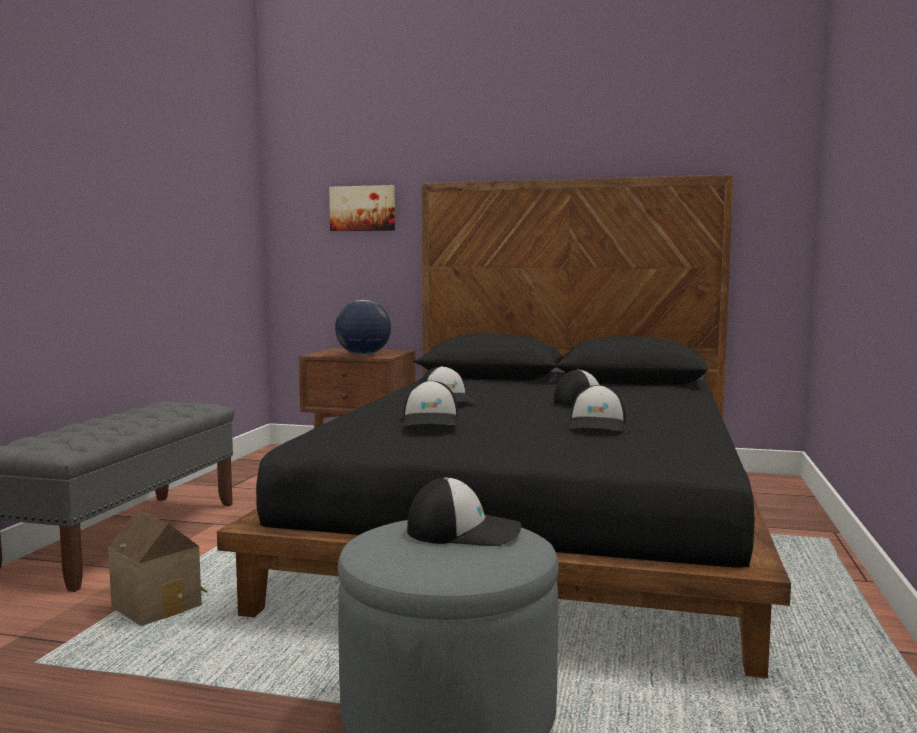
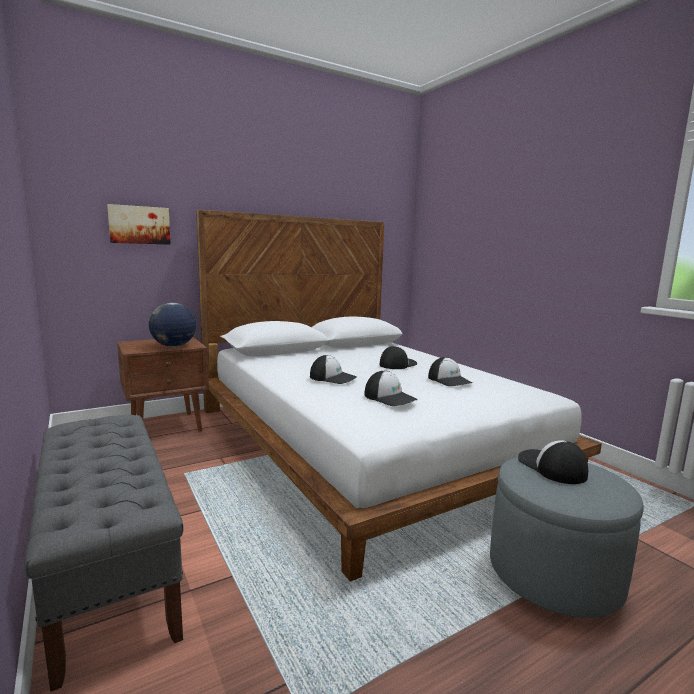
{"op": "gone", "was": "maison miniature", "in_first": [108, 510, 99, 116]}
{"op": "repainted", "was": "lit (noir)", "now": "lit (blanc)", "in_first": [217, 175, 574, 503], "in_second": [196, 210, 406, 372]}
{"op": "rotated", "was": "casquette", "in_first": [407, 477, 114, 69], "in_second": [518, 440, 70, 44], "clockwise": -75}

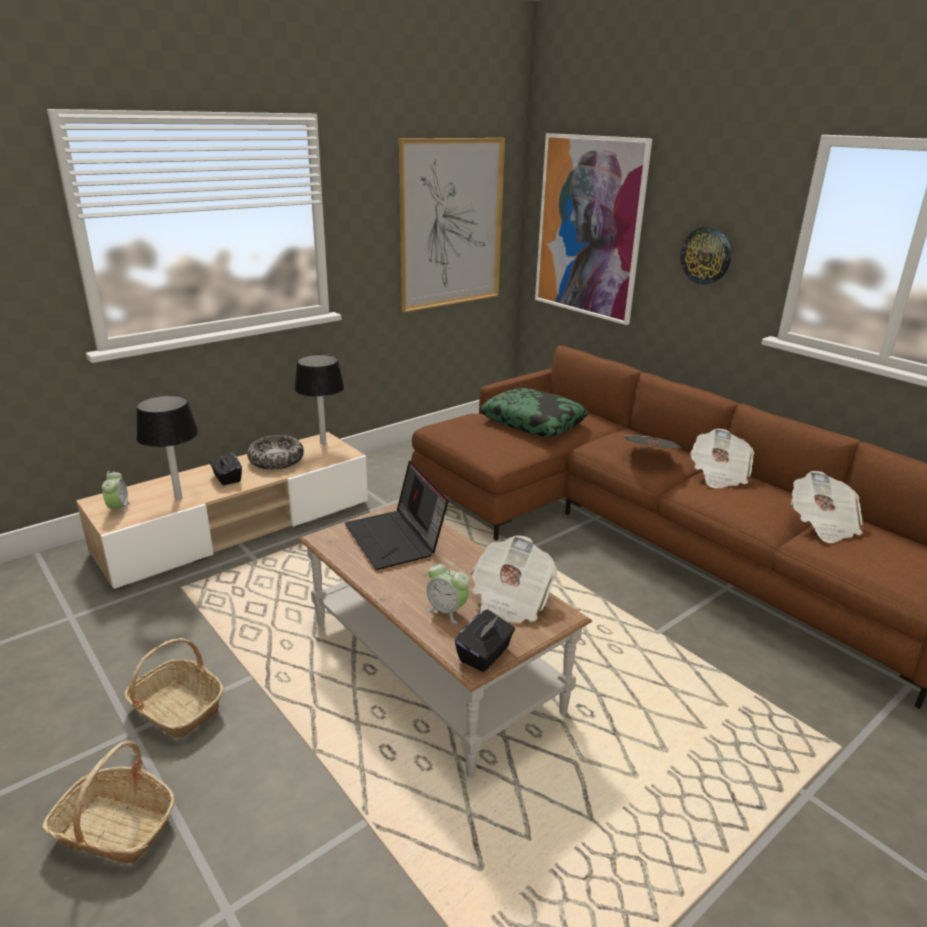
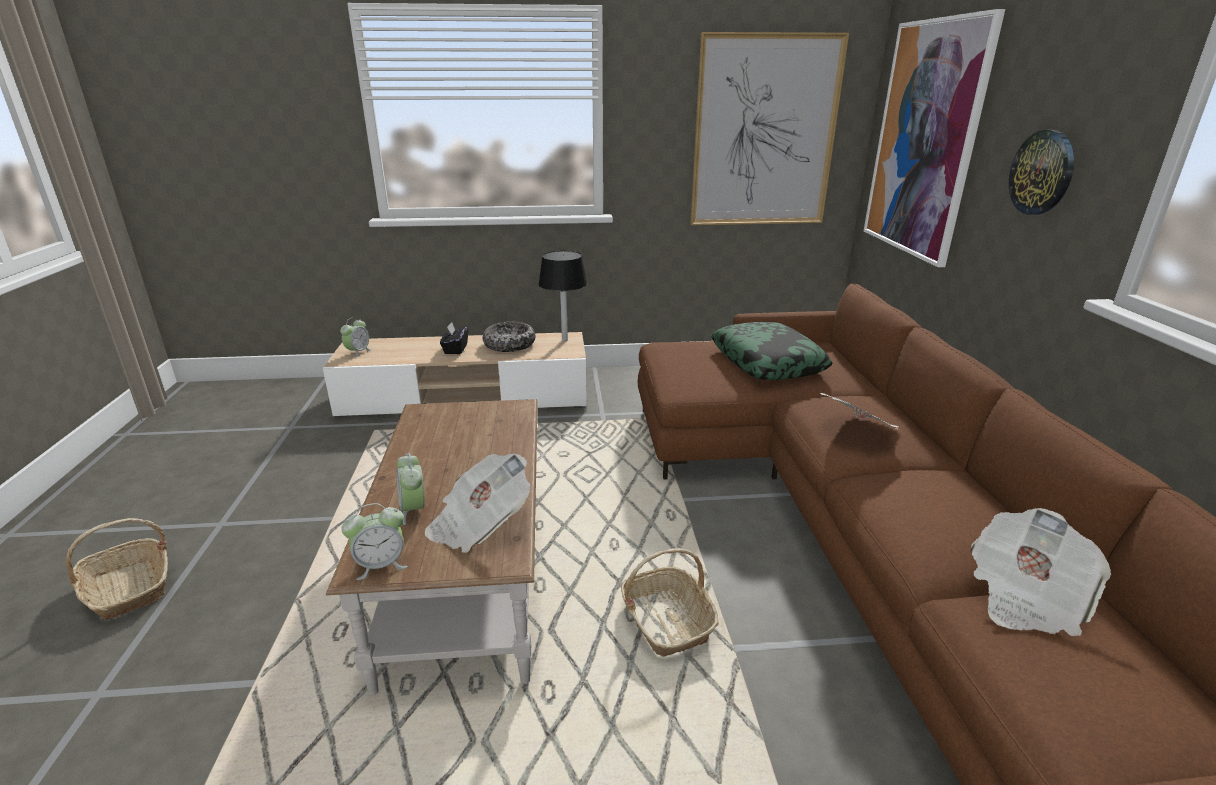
{"op": "shifted", "was": "panier", "in_first": [124, 638, 100, 100], "in_second": [621, 548, 98, 109]}
{"op": "gone", "was": "lampe de table (noir)", "in_first": [136, 395, 62, 105]}
{"op": "gone", "was": "ordinateur portable", "in_first": [345, 461, 104, 109]}
{"op": "swapped", "was": "boîte à mouchoirs (noir)", "now": "réveil", "in_first": [455, 609, 60, 63], "in_second": [341, 503, 67, 77]}
{"op": "gone", "was": "journal", "in_first": [690, 429, 64, 59]}

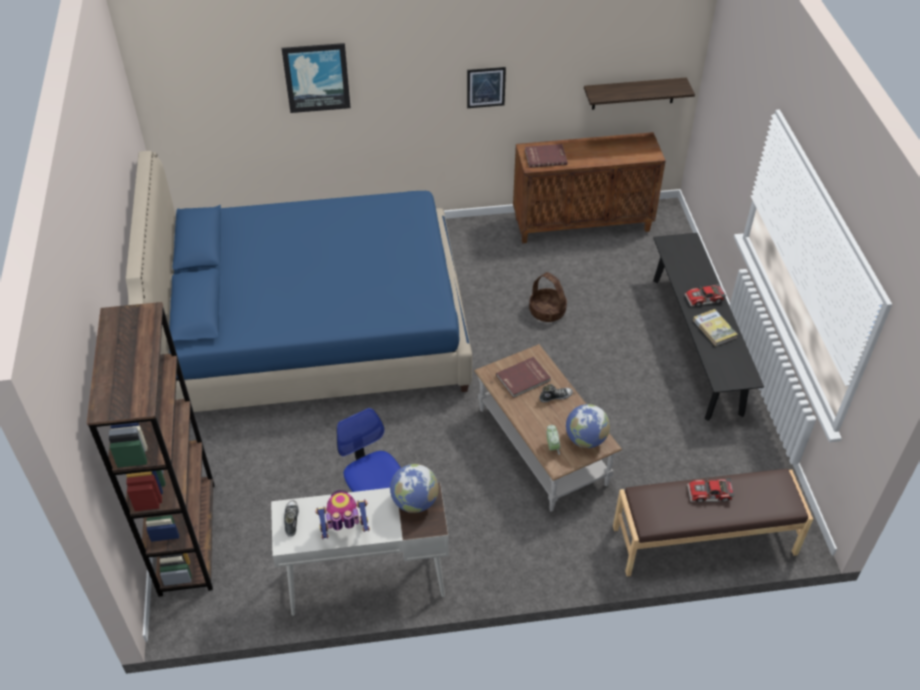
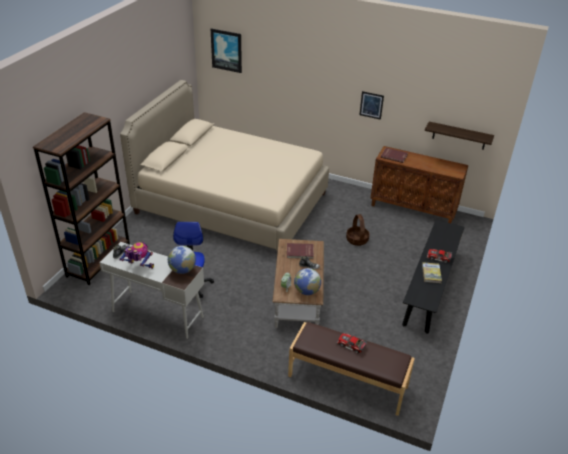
{"op": "repainted", "was": "lit (bleu)", "now": "lit (beige)", "in_first": [126, 151, 346, 261], "in_second": [120, 80, 209, 171]}
{"op": "shifted", "was": "tableau", "in_first": [282, 43, 69, 70], "in_second": [211, 28, 31, 45]}

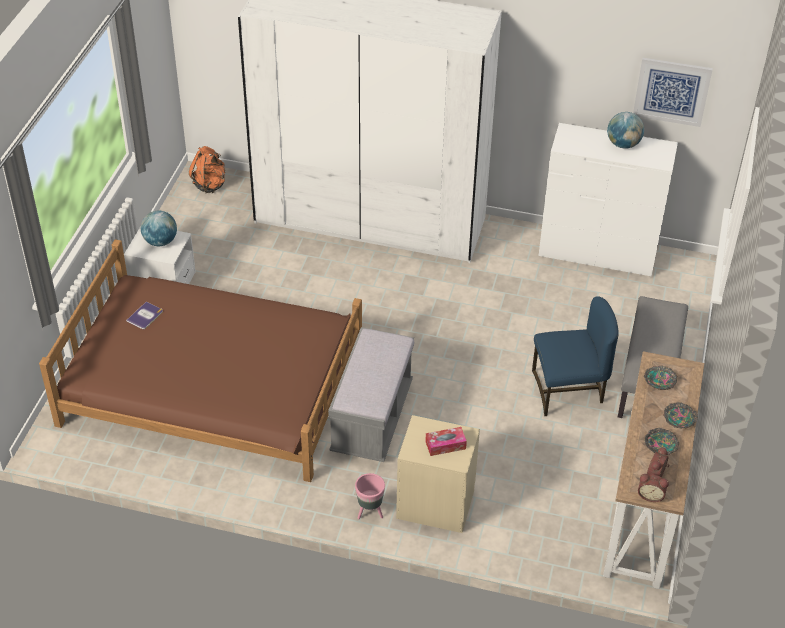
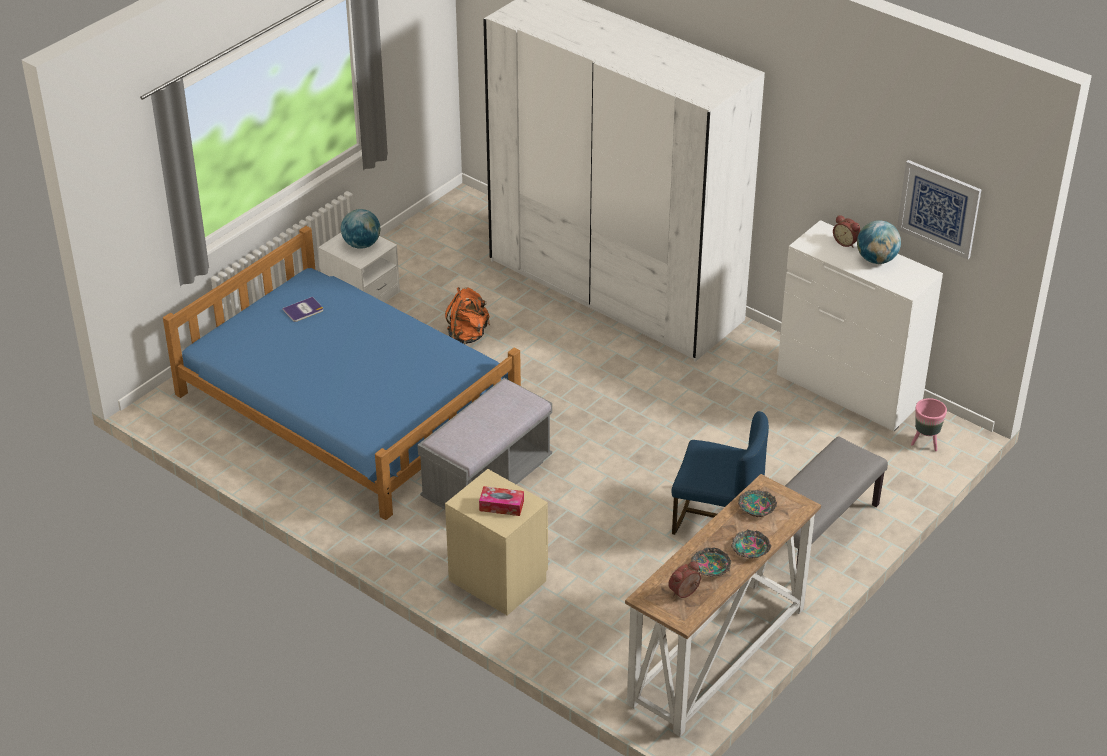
{"op": "repainted", "was": "lit (marron)", "now": "lit (bleu)", "in_first": [39, 239, 323, 243], "in_second": [163, 226, 358, 294]}
{"op": "shifted", "was": "sac à dos (orange)", "in_first": [189, 146, 36, 47], "in_second": [445, 287, 45, 57]}
{"op": "shifted", "was": "cache-pot (rose)", "in_first": [355, 473, 30, 46], "in_second": [911, 398, 36, 53]}
{"op": "shifted", "was": "réveil", "in_first": [638, 474, 31, 28], "in_second": [833, 215, 28, 33]}

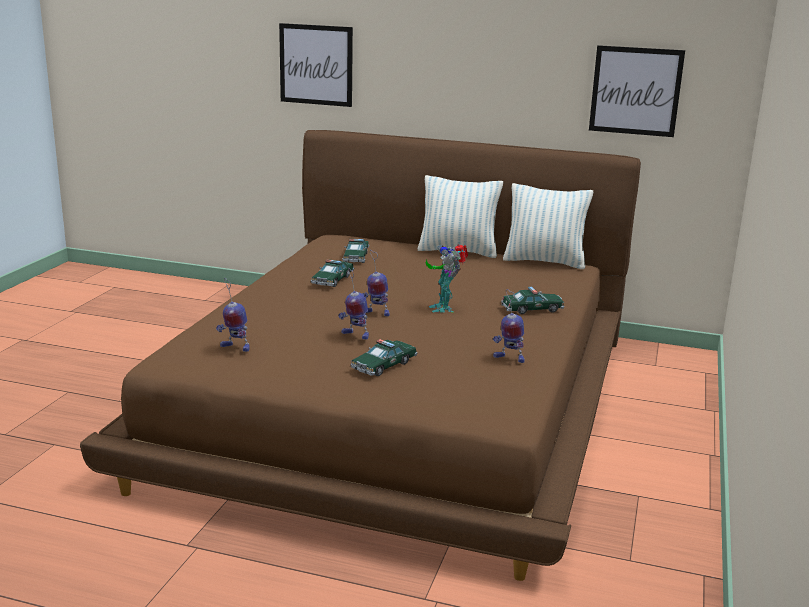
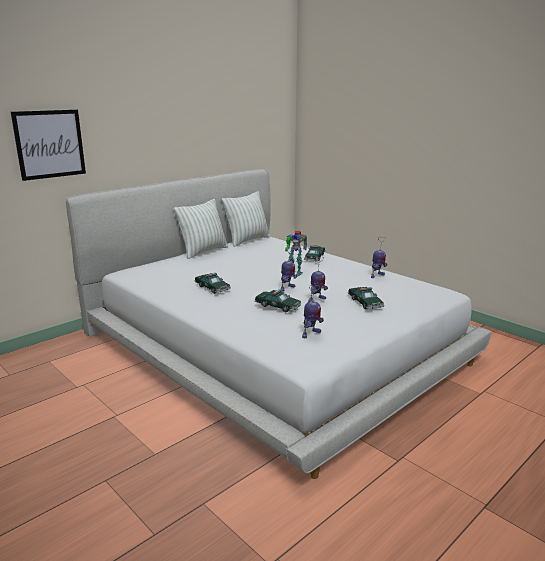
{"op": "repainted", "was": "lit (marron)", "now": "lit (blanc)", "in_first": [80, 130, 561, 451], "in_second": [66, 169, 426, 310]}
{"op": "shifted", "was": "petite voiture", "in_first": [342, 239, 28, 24], "in_second": [255, 289, 46, 23]}
{"op": "gone", "was": "tableau", "in_first": [589, 45, 96, 92]}

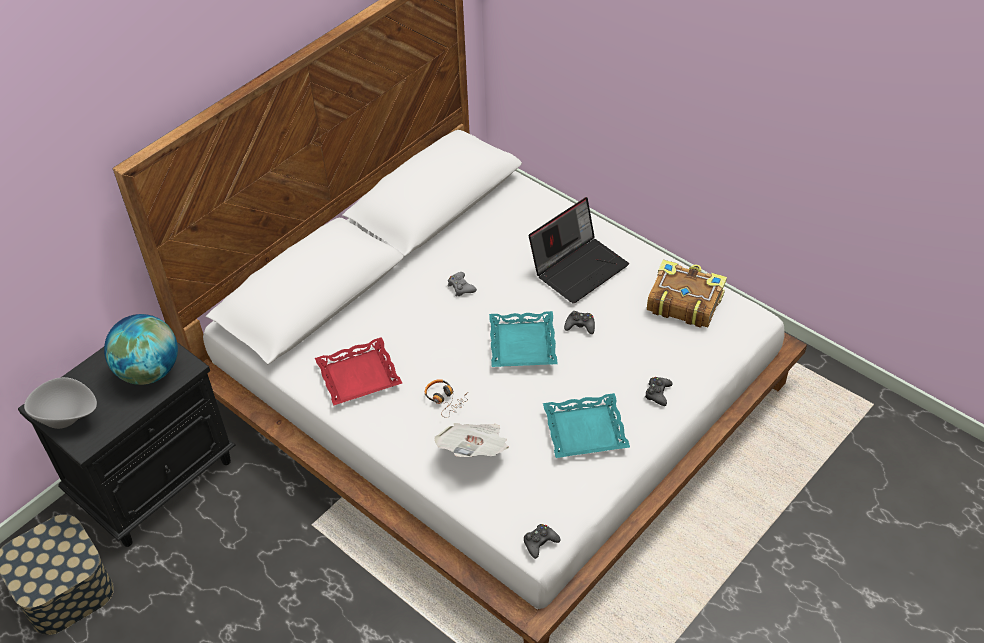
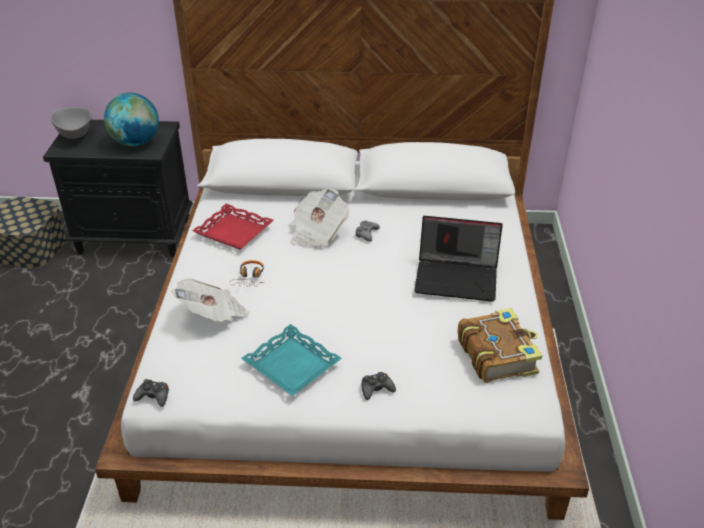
{"op": "gone", "was": "plateau (turquoise)", "in_first": [489, 311, 69, 56]}
{"op": "gone", "was": "manette (noir)", "in_first": [564, 311, 31, 23]}
{"op": "new", "now": "journal", "in_second": [291, 188, 58, 59]}

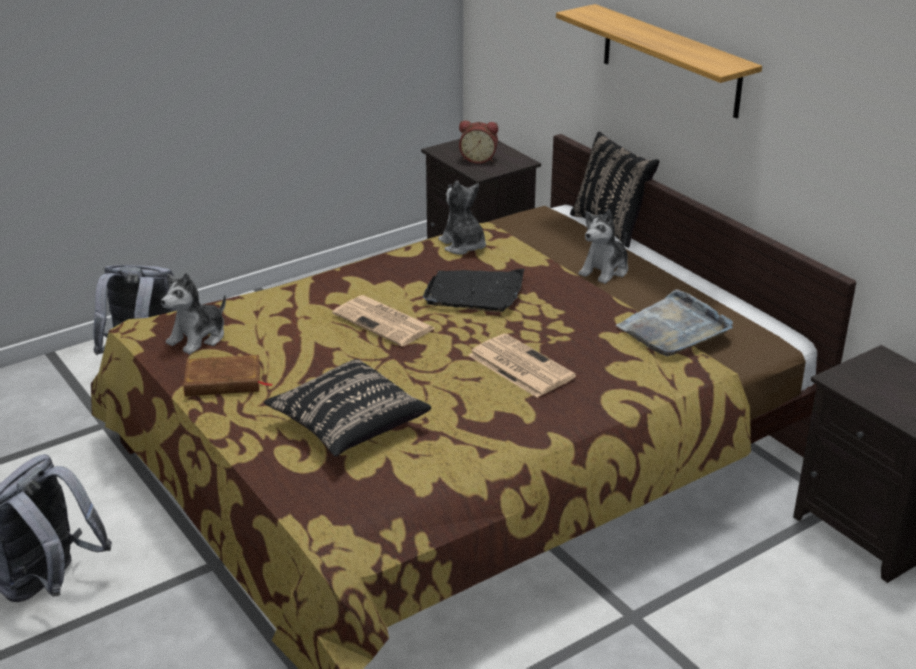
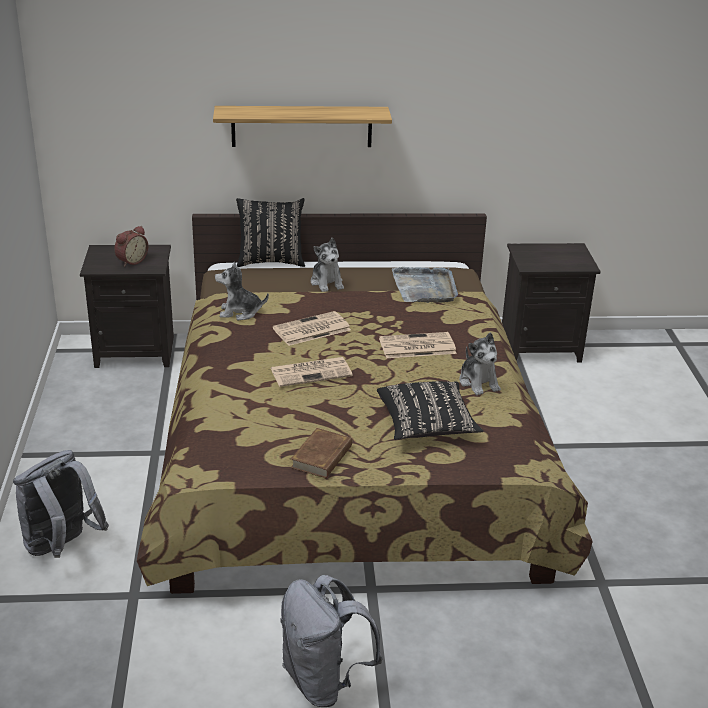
{"op": "shifted", "was": "peluche", "in_first": [161, 273, 65, 81], "in_second": [459, 332, 42, 63]}
{"op": "swapped", "was": "plateau (noir)", "now": "journal", "in_first": [423, 269, 101, 43], "in_second": [273, 311, 78, 35]}

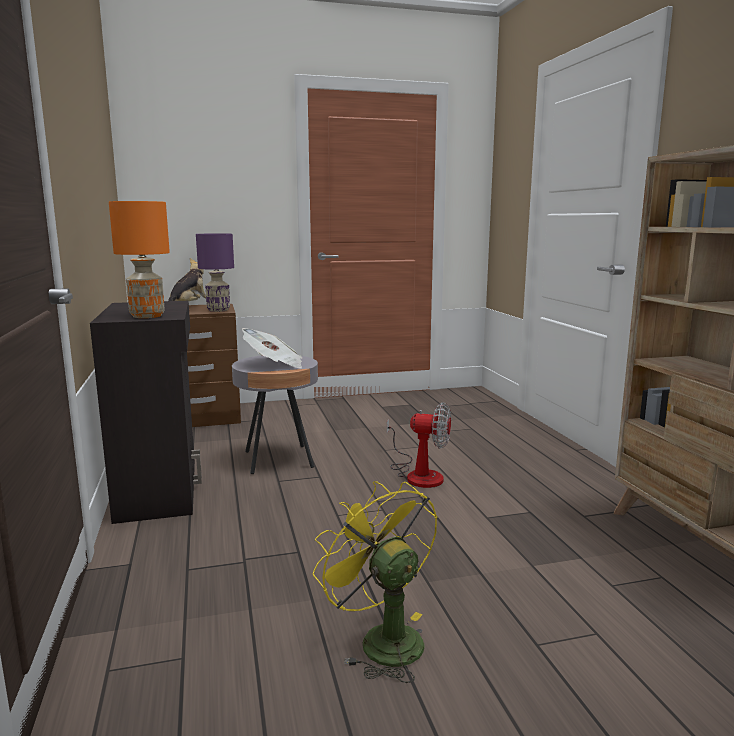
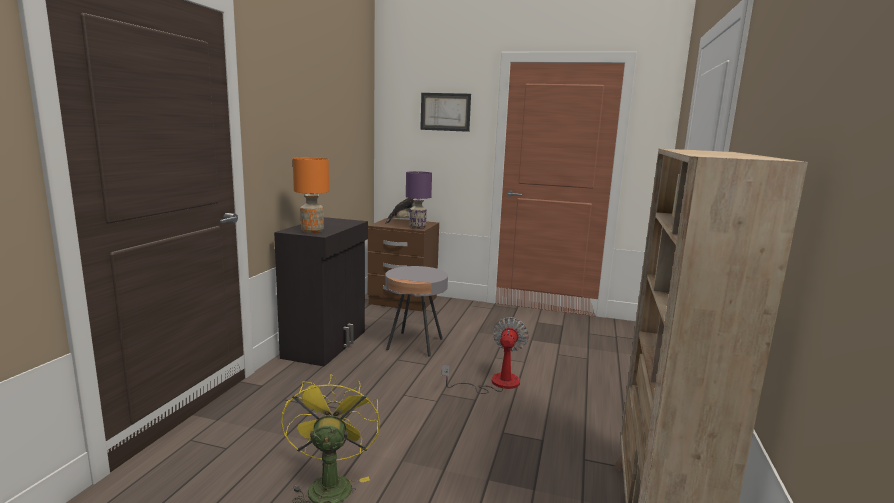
{"op": "gone", "was": "journal", "in_first": [242, 328, 61, 40]}
{"op": "rotated", "was": "ventilateur", "in_first": [387, 402, 64, 86], "in_second": [442, 317, 87, 77], "clockwise": -120}
{"op": "new", "now": "tableau", "in_second": [420, 93, 51, 39]}

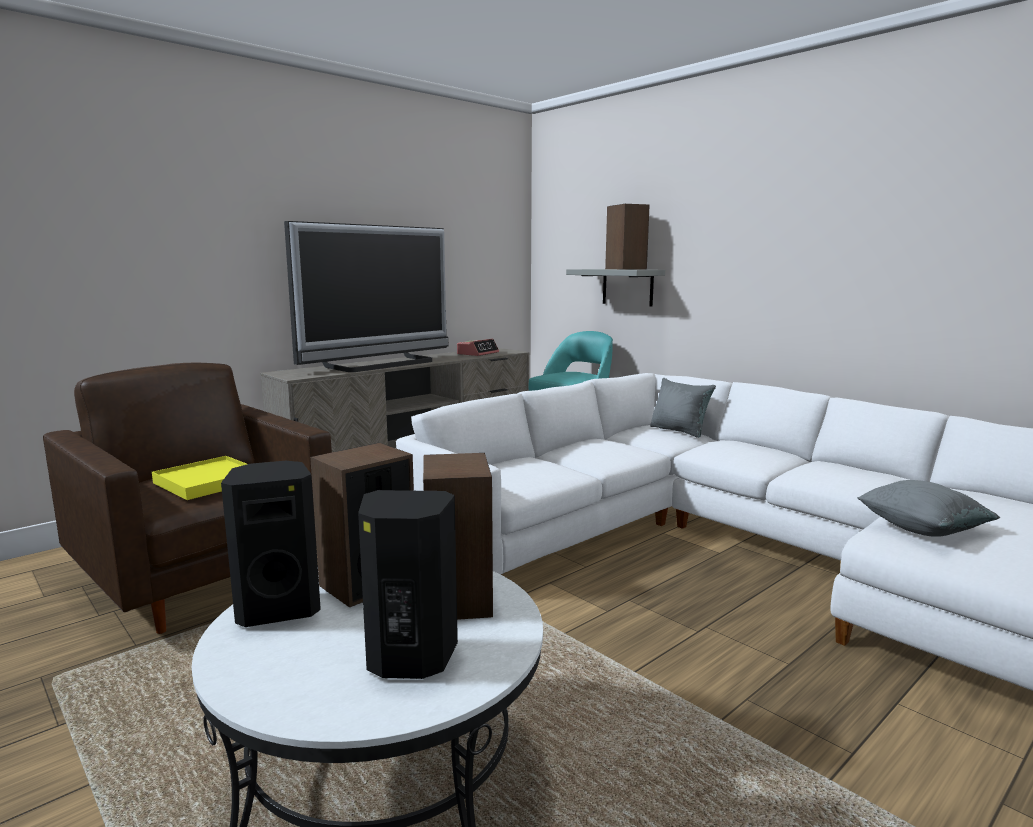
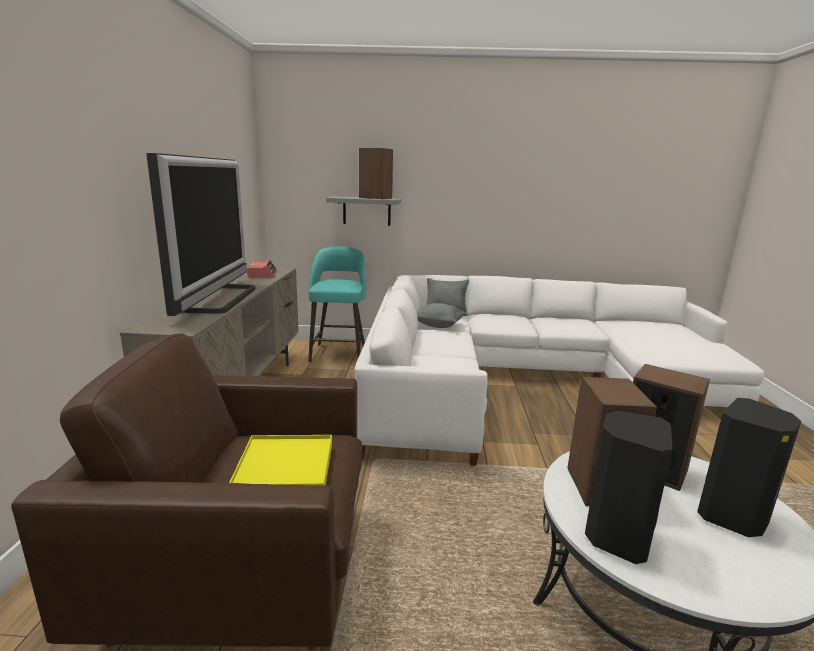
{"op": "shifted", "was": "coussin (gris)", "in_first": [857, 480, 143, 57], "in_second": [417, 303, 49, 25]}

